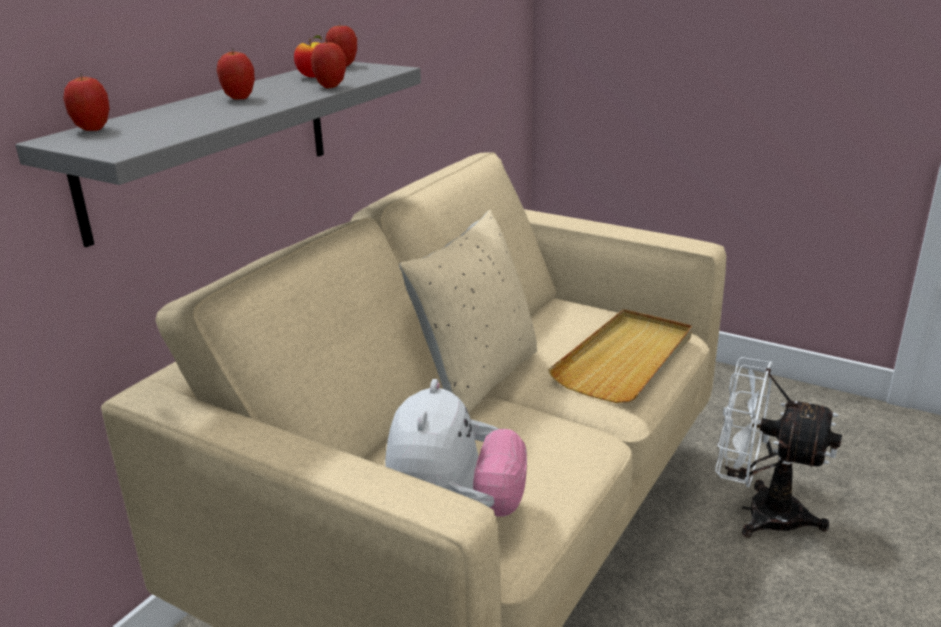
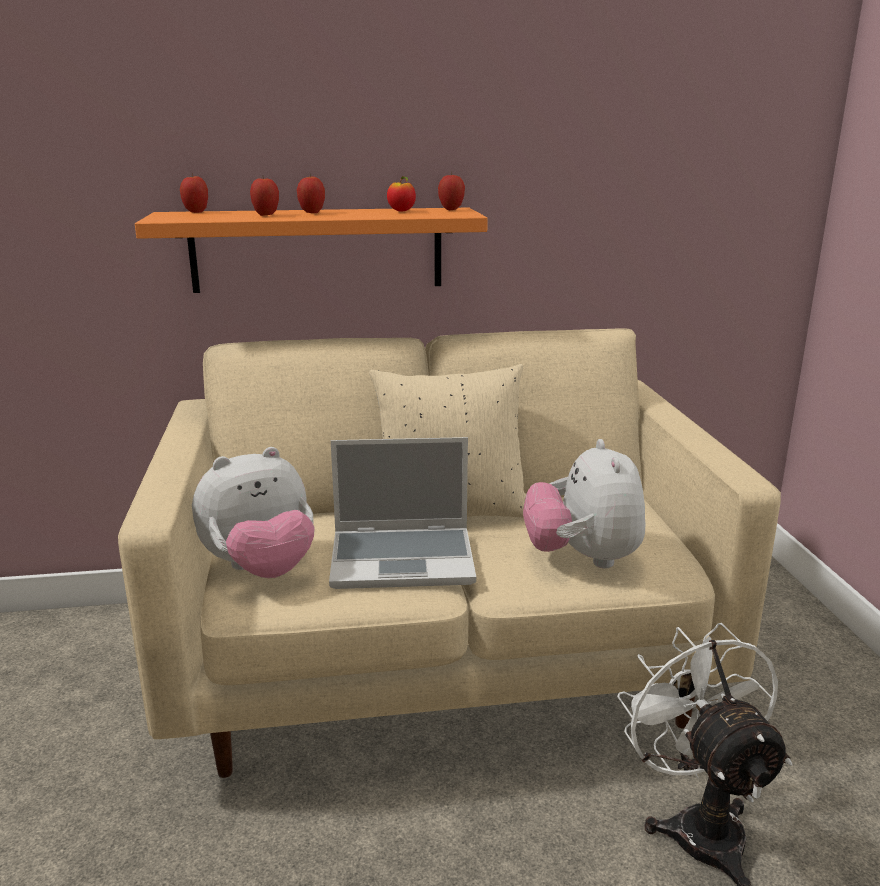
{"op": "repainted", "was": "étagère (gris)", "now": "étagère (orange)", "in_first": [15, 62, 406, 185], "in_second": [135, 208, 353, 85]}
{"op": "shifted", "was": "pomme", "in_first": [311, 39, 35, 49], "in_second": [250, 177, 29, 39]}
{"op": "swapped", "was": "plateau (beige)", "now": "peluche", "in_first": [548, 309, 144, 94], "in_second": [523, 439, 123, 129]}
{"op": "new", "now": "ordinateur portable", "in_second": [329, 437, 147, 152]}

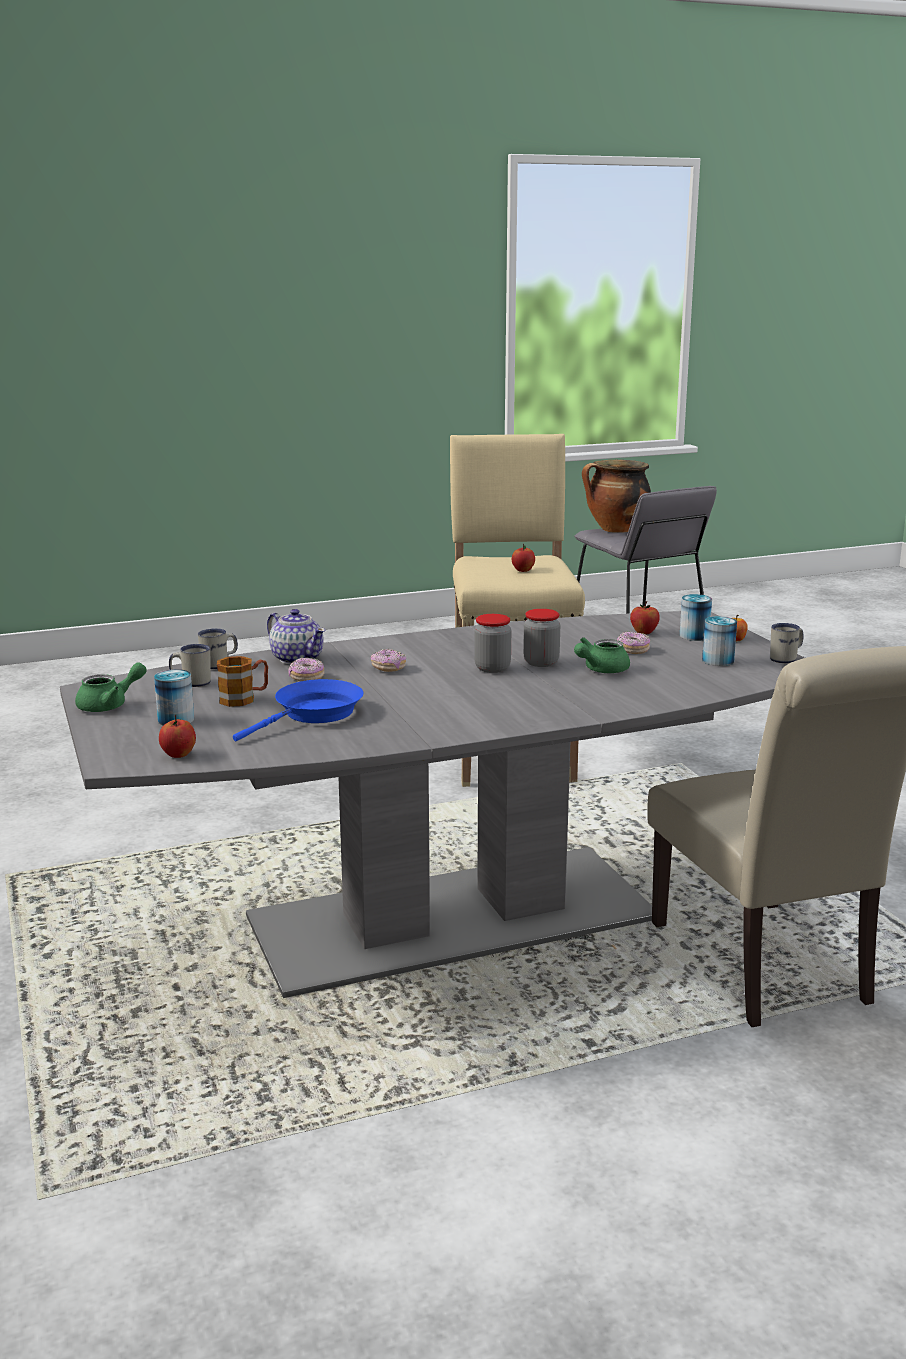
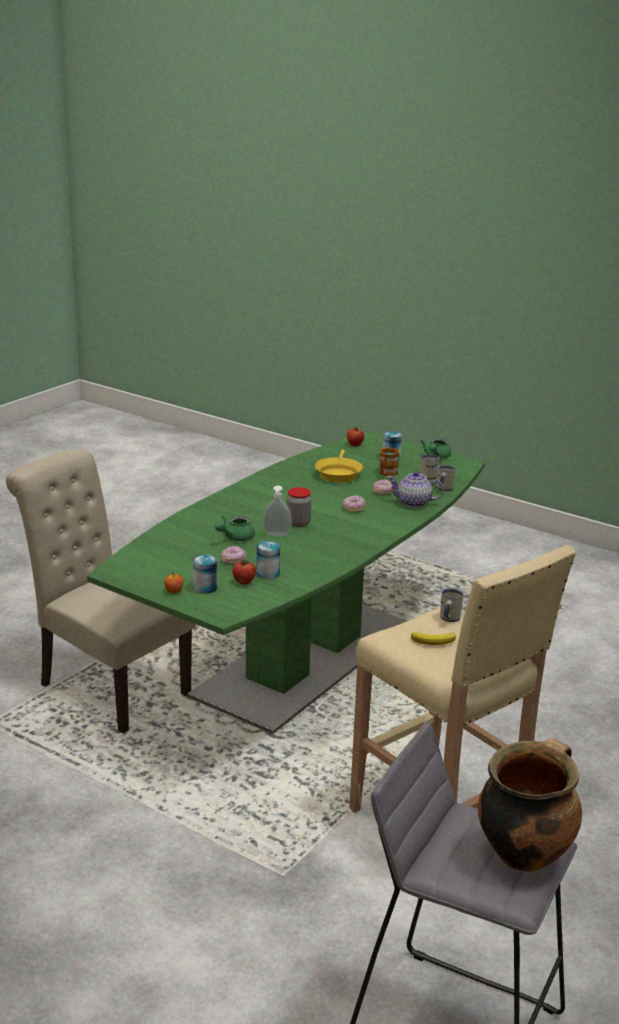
{"op": "repainted", "was": "table à manger (gris)", "now": "table à manger (vert)", "in_first": [60, 611, 745, 387], "in_second": [87, 431, 398, 303]}
{"op": "repainted", "was": "poêle (bleu)", "now": "poêle (jaune)", "in_first": [233, 679, 131, 62], "in_second": [315, 449, 48, 34]}
{"op": "swapped", "was": "pomme", "now": "banane", "in_first": [512, 544, 23, 28], "in_second": [411, 632, 45, 13]}
{"op": "swapped", "was": "bocal", "now": "distributeur de savon", "in_first": [523, 609, 37, 58], "in_second": [263, 485, 29, 51]}
{"op": "rotated", "was": "théière (vert)", "in_first": [574, 637, 56, 36], "in_second": [215, 514, 40, 27], "clockwise": -150}
{"op": "shifted", "was": "boîte métallique", "in_first": [702, 616, 35, 50], "in_second": [257, 541, 23, 38]}
{"op": "shifted", "was": "mug (blanc)", "in_first": [770, 623, 33, 40], "in_second": [440, 588, 24, 34]}

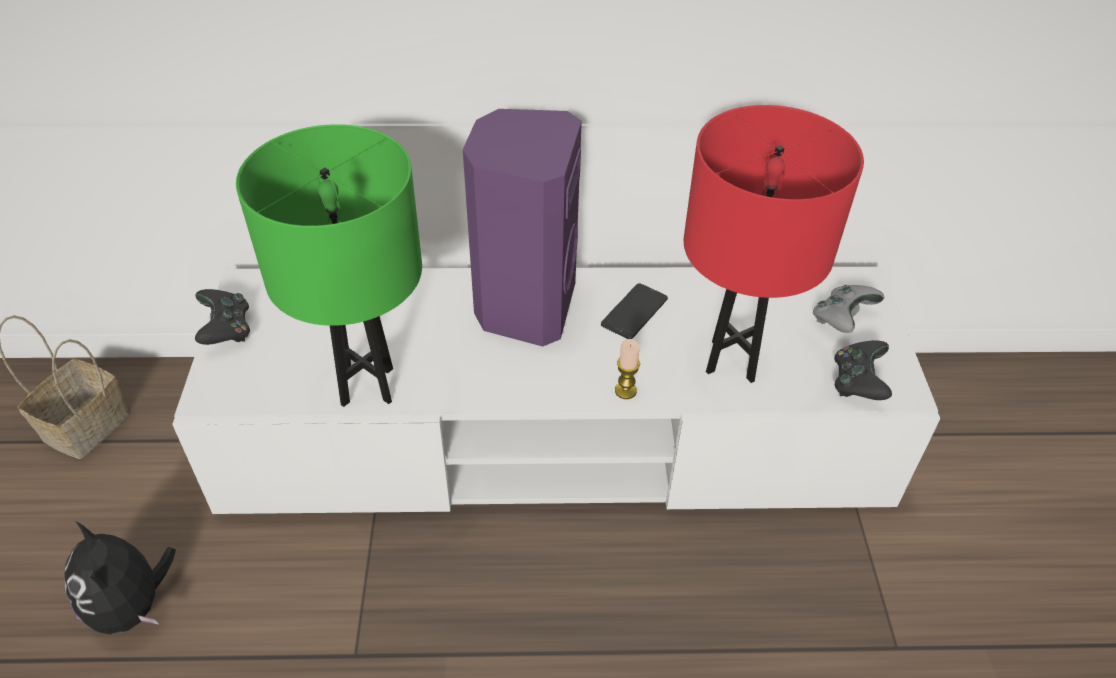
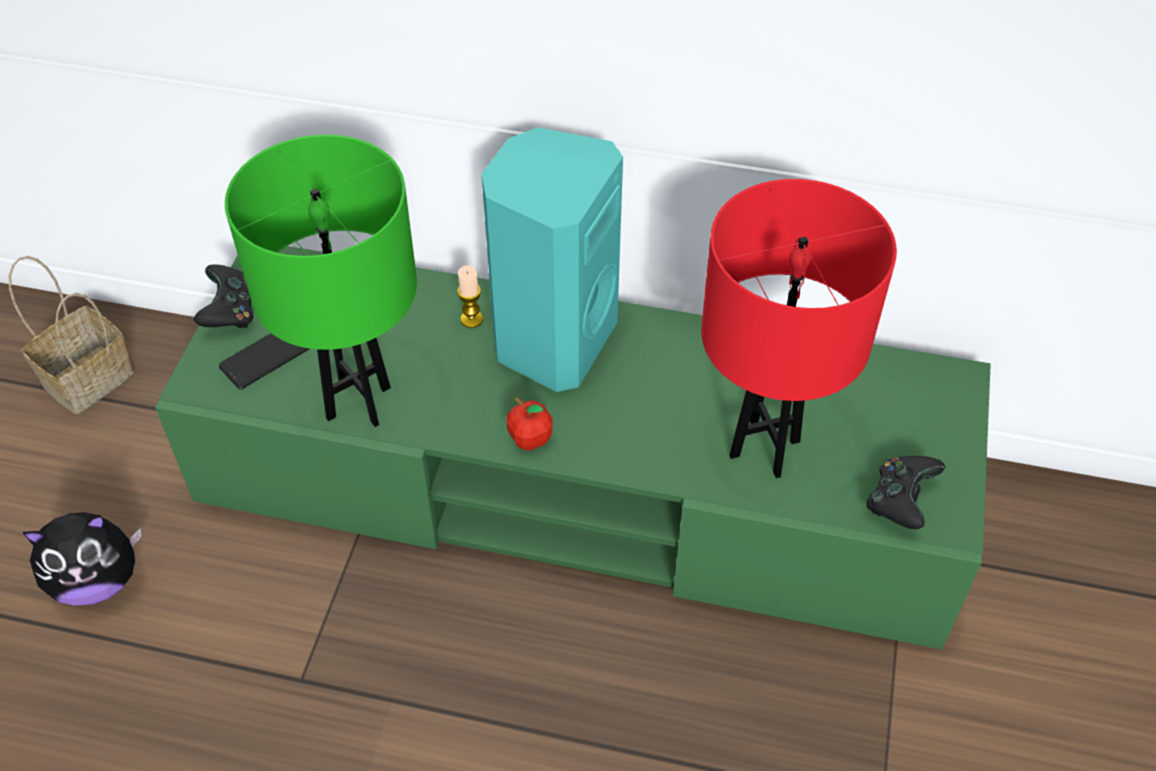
{"op": "rotated", "was": "peluche", "in_first": [64, 522, 112, 113], "in_second": [22, 512, 120, 93], "clockwise": -90}
{"op": "repainted", "was": "meuble télé (blanc)", "now": "meuble télé (vert)", "in_first": [172, 267, 768, 247], "in_second": [155, 246, 836, 403]}
{"op": "repainted", "was": "enceinte (violet)", "now": "enceinte (turquoise)", "in_first": [463, 109, 119, 238], "in_second": [481, 127, 142, 265]}
{"op": "shifted", "was": "téléphone", "in_first": [601, 283, 67, 56], "in_second": [219, 333, 90, 56]}
{"op": "shifted", "was": "bougie", "in_first": [615, 339, 25, 60], "in_second": [457, 265, 26, 63]}
{"op": "gone", "was": "manette (gris)", "in_first": [813, 285, 71, 48]}
{"op": "new", "now": "pomme", "in_second": [507, 398, 45, 53]}

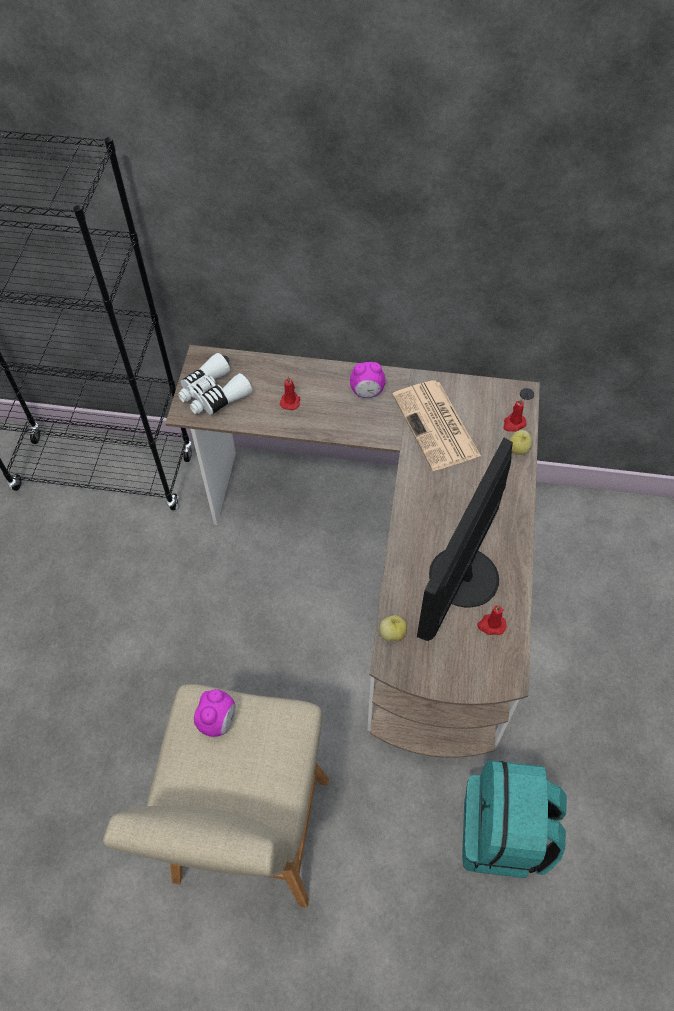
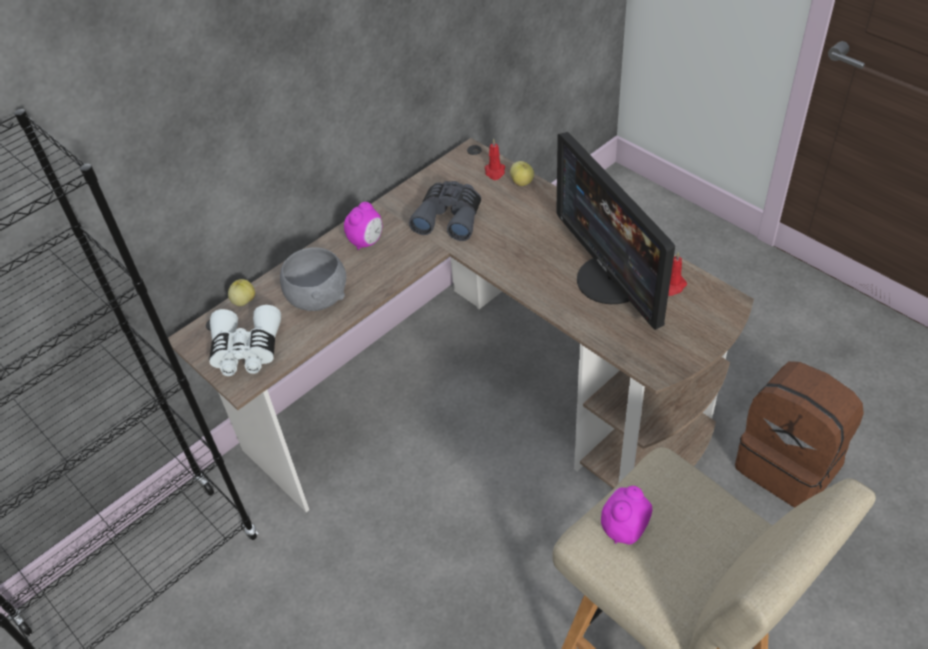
{"op": "rotated", "was": "réveil", "in_first": [194, 689, 41, 48], "in_second": [601, 486, 51, 59], "clockwise": -105}
{"op": "swapped", "was": "bougie (rouge)", "now": "bol (gris)", "in_first": [280, 376, 20, 34], "in_second": [280, 247, 66, 64]}
{"op": "shifted", "was": "pomme", "in_first": [379, 615, 28, 26], "in_second": [228, 279, 27, 27]}
{"op": "swapped", "was": "journal", "now": "jumelles (gris)", "in_first": [392, 381, 89, 90], "in_second": [409, 181, 72, 60]}
{"op": "repainted", "was": "sac à dos (turquoise)", "now": "sac à dos (marron)", "in_first": [462, 760, 105, 118], "in_second": [735, 361, 129, 146]}

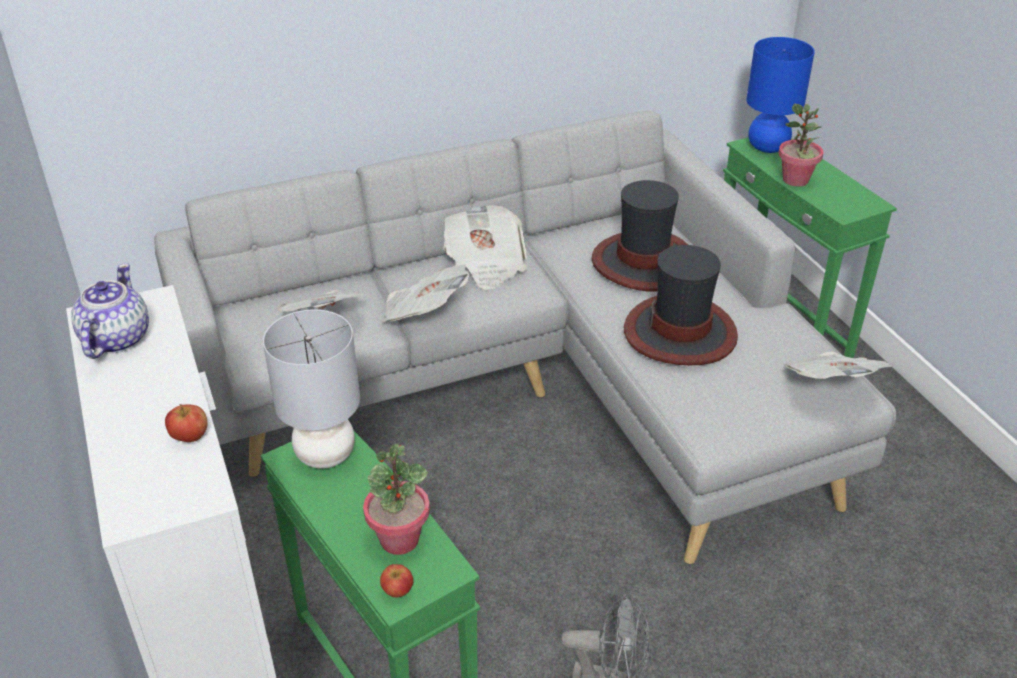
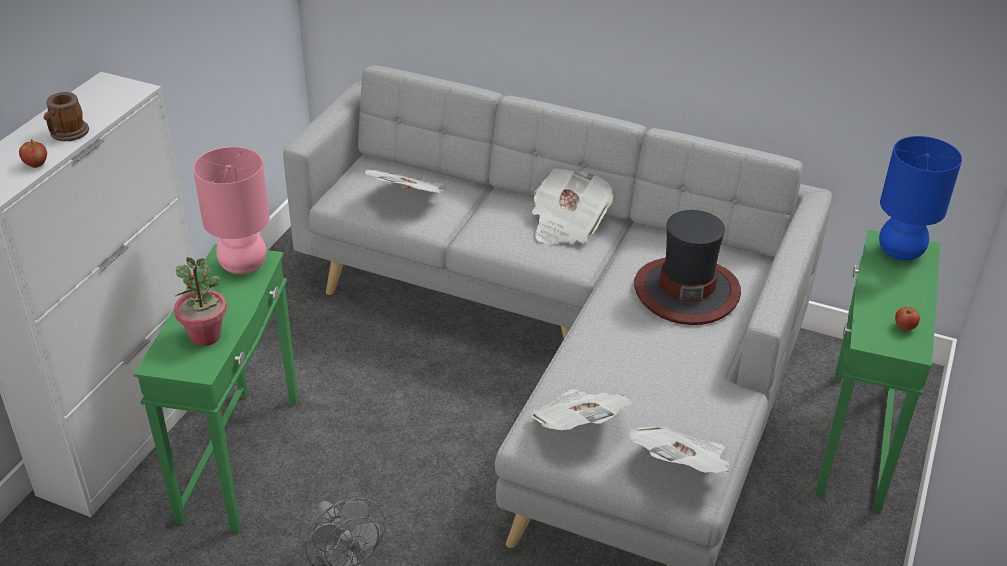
{"op": "gone", "was": "théière", "in_first": [71, 263, 78, 96]}
{"op": "repainted", "was": "lampe de table (gris)", "now": "lampe de table (rose)", "in_first": [263, 309, 97, 160], "in_second": [193, 147, 77, 127]}
{"op": "shifted", "was": "pomme", "in_first": [380, 564, 33, 33], "in_second": [895, 307, 25, 24]}
{"op": "shifted", "was": "journal", "in_first": [382, 264, 87, 58], "in_second": [530, 389, 102, 41]}
{"op": "gone", "was": "chapeau", "in_first": [624, 245, 114, 120]}
{"op": "gone", "was": "plante en pot", "in_first": [779, 104, 44, 83]}
{"op": "new", "now": "mug", "in_second": [44, 92, 45, 49]}

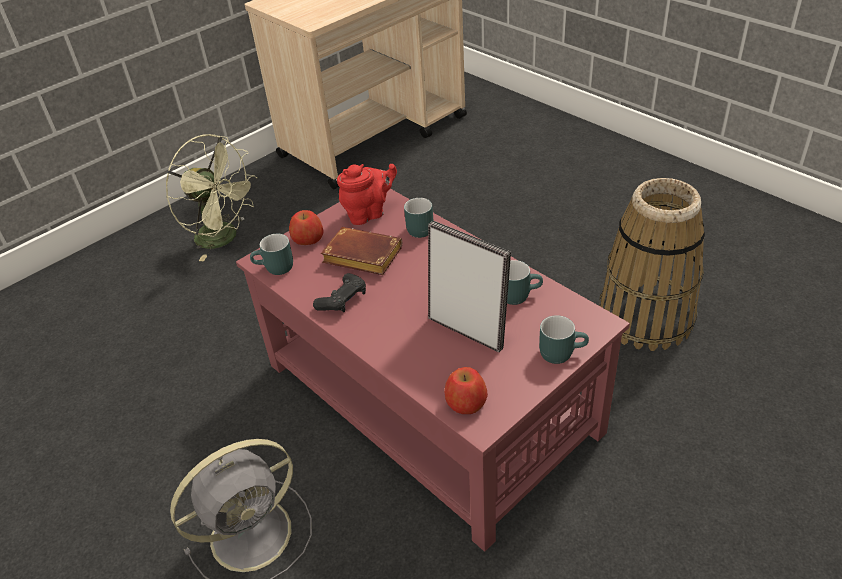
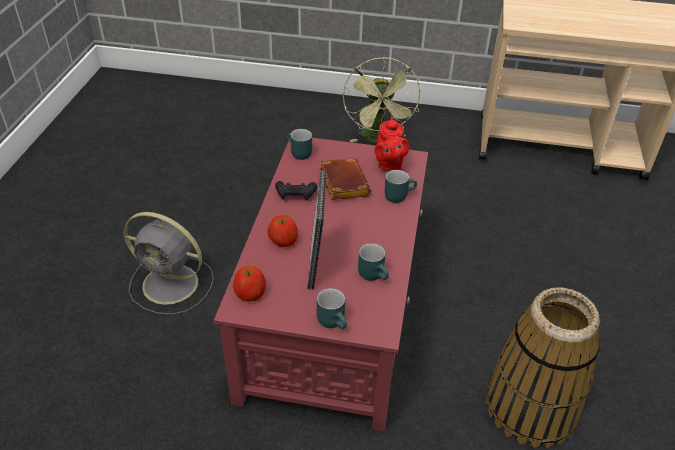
{"op": "shifted", "was": "pomme", "in_first": [289, 210, 34, 35], "in_second": [267, 215, 31, 32]}
{"op": "rotated", "was": "théière (rouge)", "in_first": [337, 164, 60, 61], "in_second": [375, 117, 34, 54], "clockwise": 60}

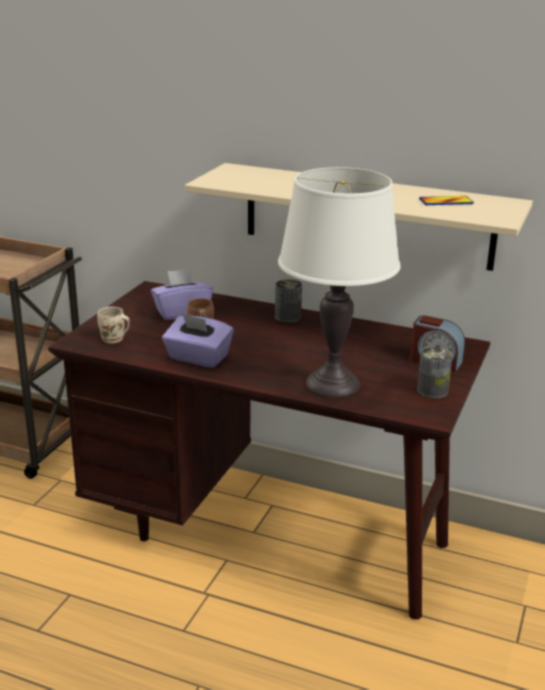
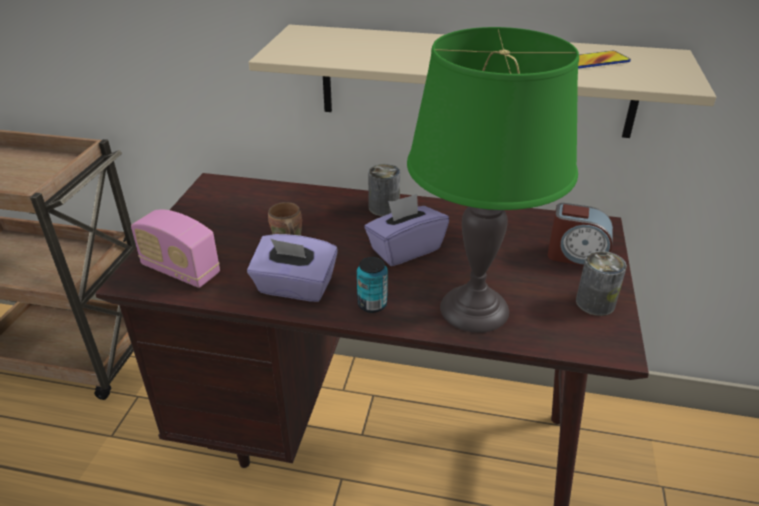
{"op": "swapped", "was": "mug (beige)", "now": "radio", "in_first": [97, 306, 34, 38], "in_second": [131, 209, 89, 79]}
{"op": "shifted", "was": "boîte à mouchoirs (violet)", "in_first": [151, 269, 62, 51], "in_second": [364, 194, 85, 72]}
{"op": "repainted", "was": "lampe de table (blanc)", "now": "lampe de table (vert)", "in_first": [278, 167, 123, 231], "in_second": [407, 27, 172, 306]}
{"op": "new", "now": "boîte métallique", "in_second": [357, 257, 31, 56]}

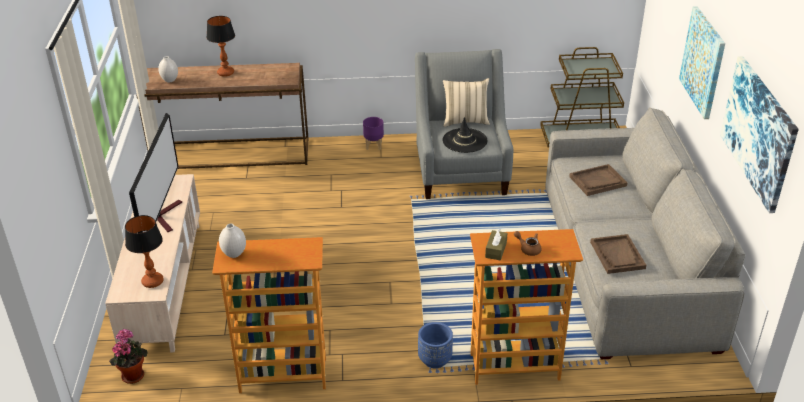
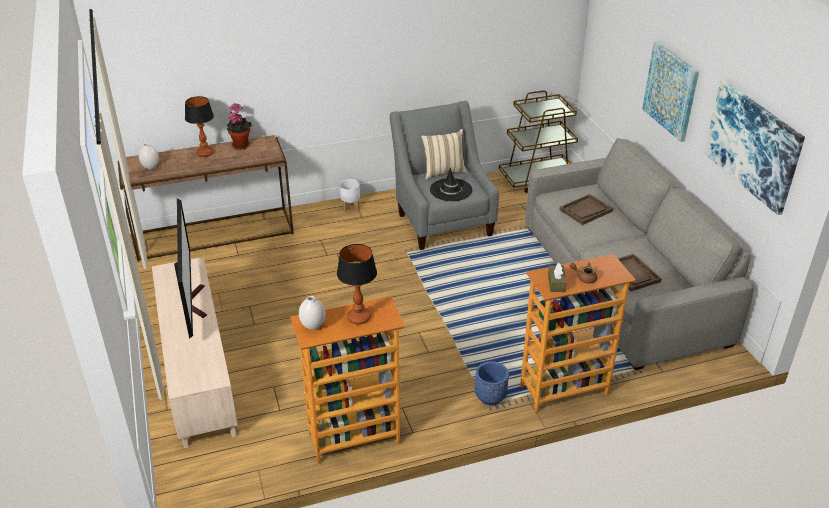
{"op": "shifted", "was": "plante en pot", "in_first": [109, 329, 39, 55], "in_second": [226, 103, 26, 47]}
{"op": "shifted", "was": "lampe de table", "in_first": [125, 215, 39, 73], "in_second": [337, 244, 40, 81]}
{"op": "repainted", "was": "cache-pot (violet)", "now": "cache-pot (blanc)", "in_first": [363, 117, 21, 33], "in_second": [340, 179, 20, 33]}

